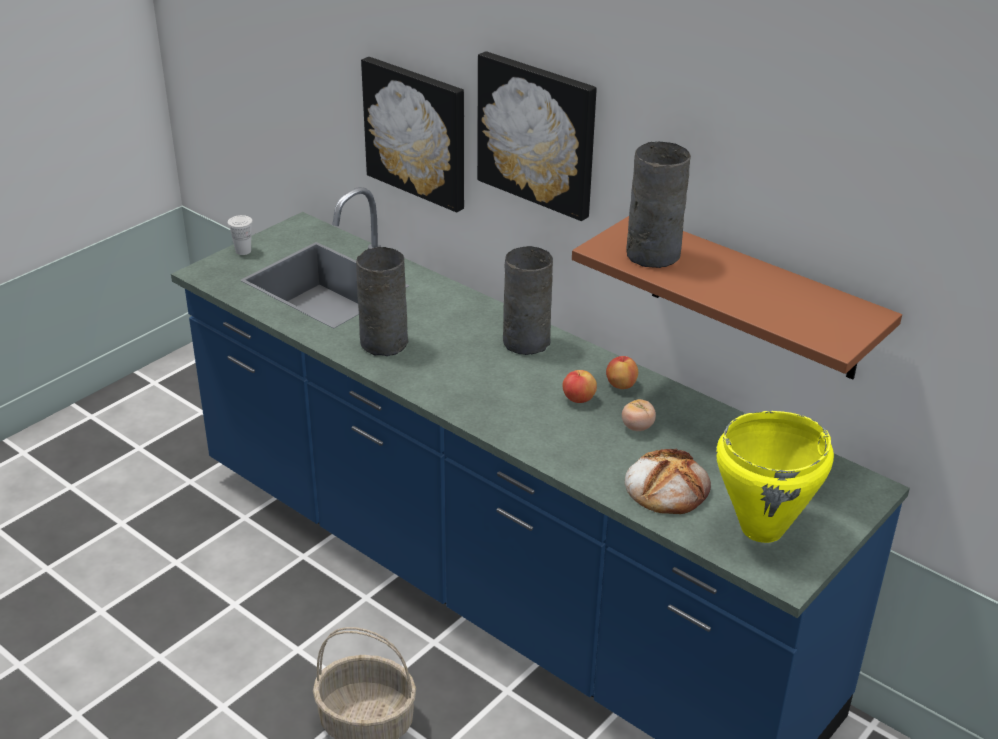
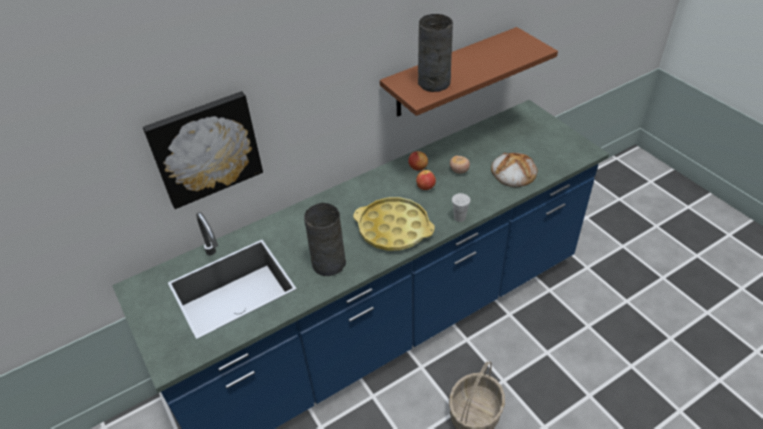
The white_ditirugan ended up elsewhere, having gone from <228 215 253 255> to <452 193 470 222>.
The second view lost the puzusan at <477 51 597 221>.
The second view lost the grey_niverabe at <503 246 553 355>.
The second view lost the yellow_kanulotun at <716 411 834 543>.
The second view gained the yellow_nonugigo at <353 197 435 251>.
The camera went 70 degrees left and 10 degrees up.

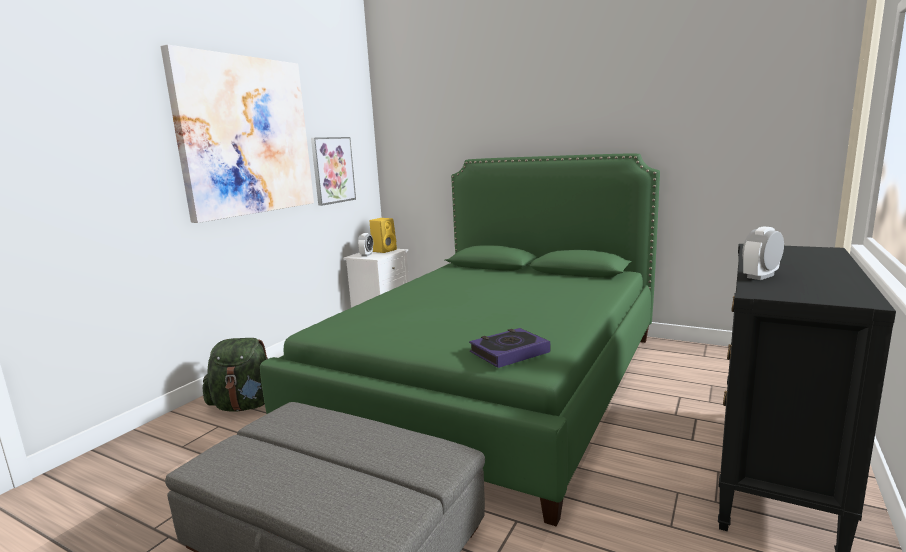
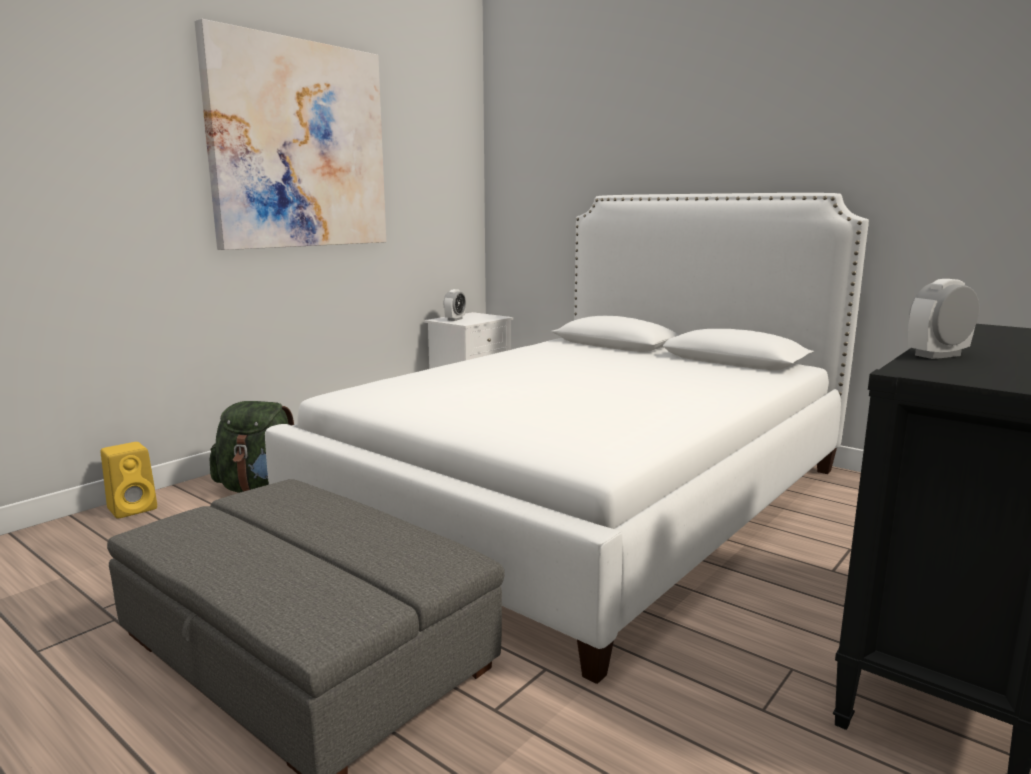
What was the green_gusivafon at <260 154 660 527> turned into the white_gusivafon at <265 193 869 684>.
The second view lost the puzusan at <311 137 356 206>.
The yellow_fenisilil ended up elsewhere, having gone from <370 218 397 253> to <101 442 157 518>.
The second view lost the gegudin at <469 328 551 368>.
The camera went 10 degrees right and 0 degrees up.

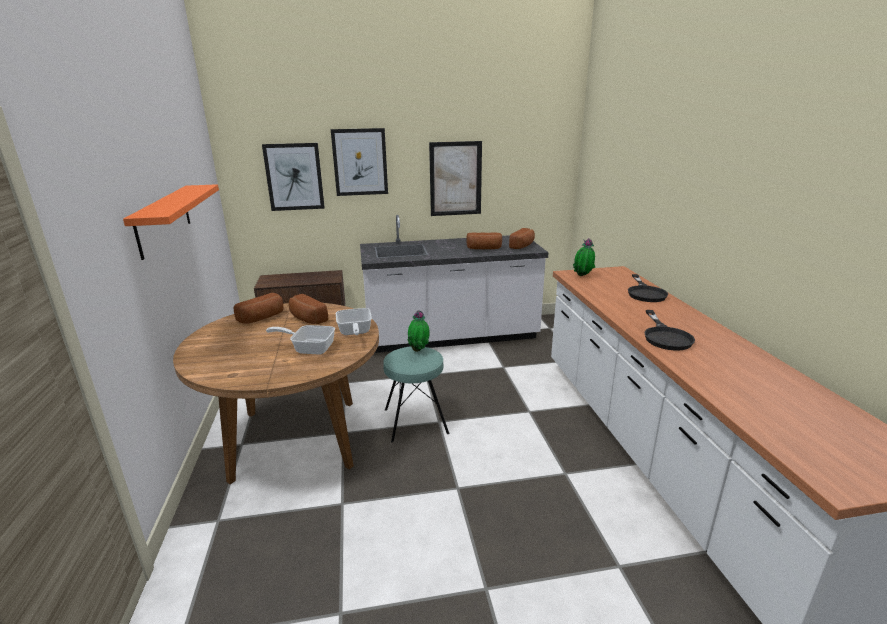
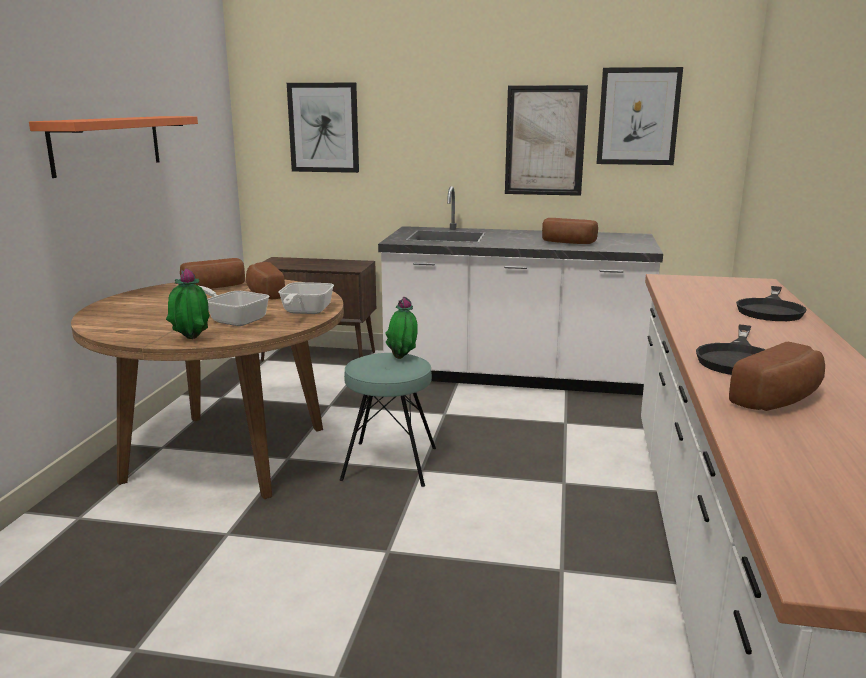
The puzusan ended up elsewhere, having gone from <331 128 388 196> to <596 67 683 165>.
The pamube ended up elsewhere, having gone from <509 228 535 249> to <729 342 825 411>.
The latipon ended up elsewhere, having gone from <573 238 595 276> to <166 269 210 339>.
The camera went 20 degrees right and 5 degrees down.

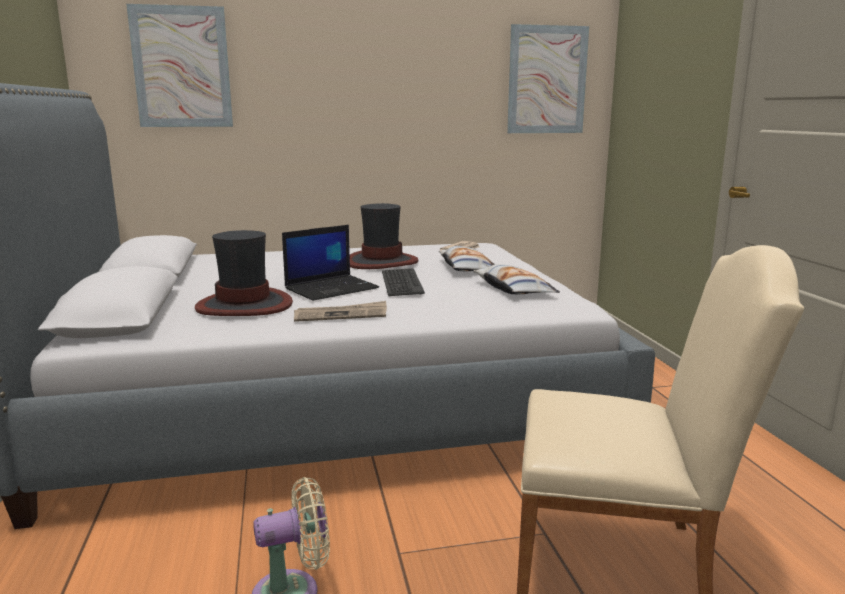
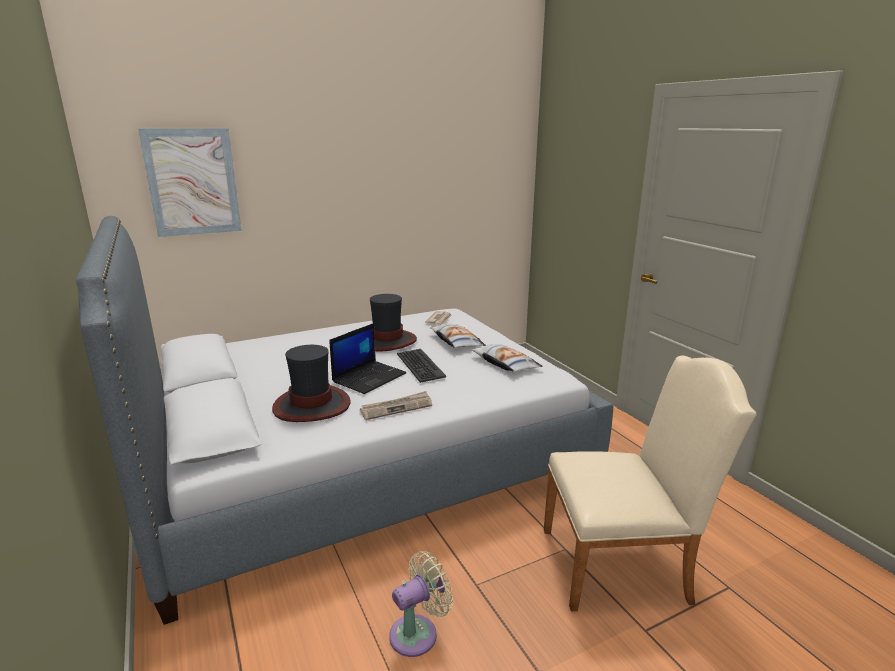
The second view lost the puzusan at <507 24 589 133>.
The camera went 15 degrees left and 5 degrees up.

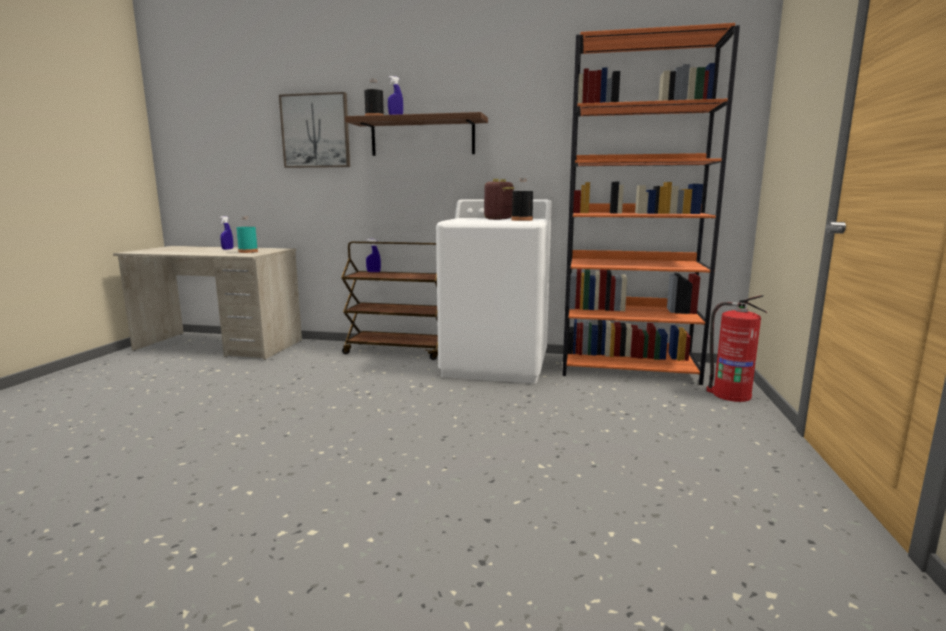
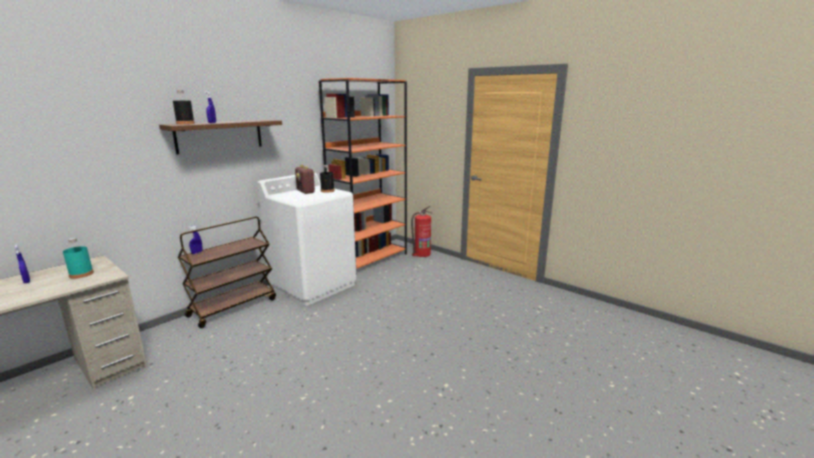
The second view lost the puzusan at <279 92 350 168>.
The camera went 60 degrees left and 5 degrees up.

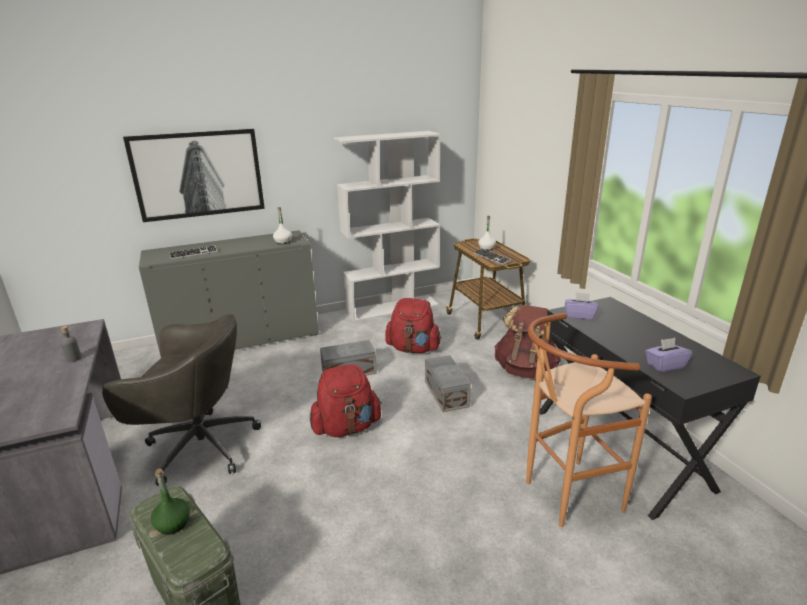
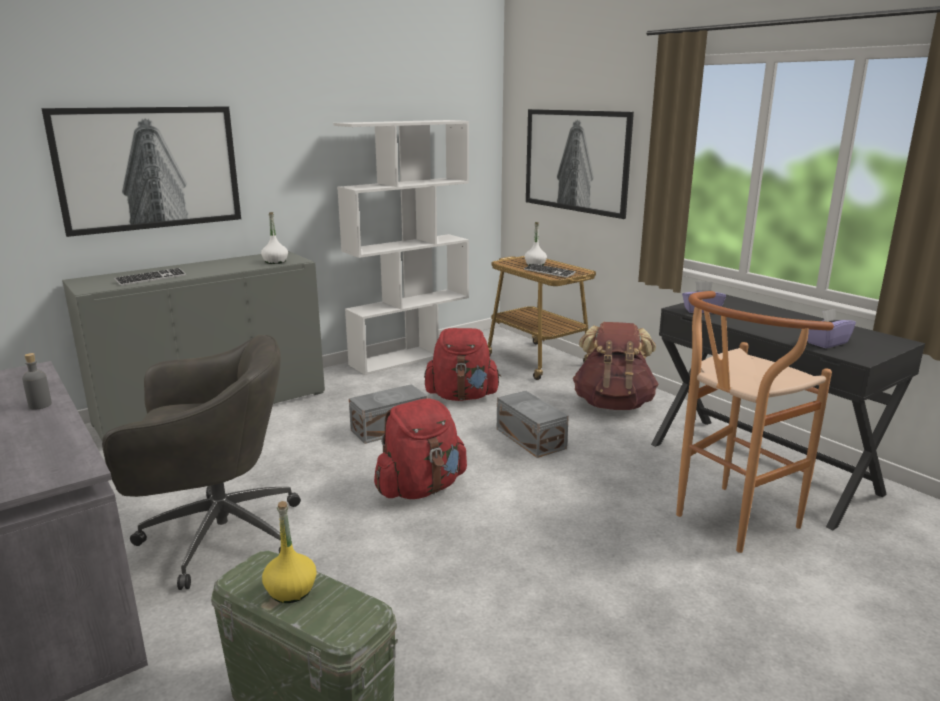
What was the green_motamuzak at <151 469 190 535> turned into the yellow_motamuzak at <262 501 317 603>.
The second view gained the puzusan at <526 109 634 219>.
The camera went 15 degrees left and 5 degrees down.

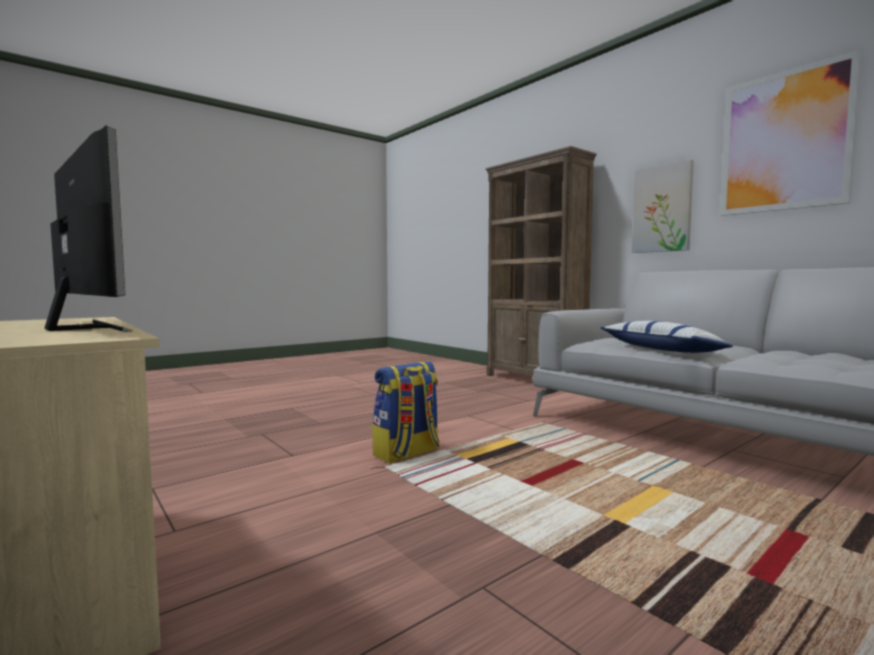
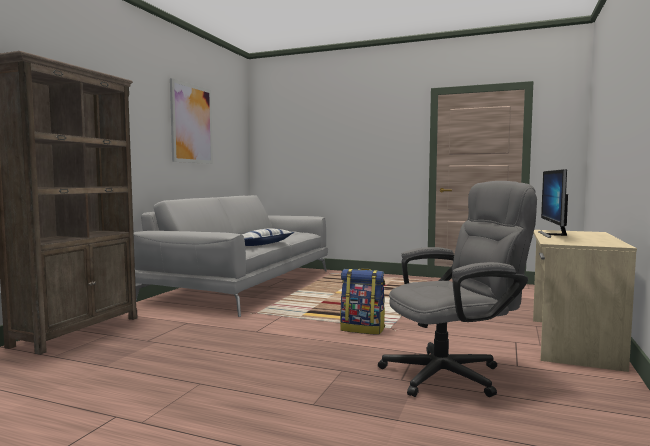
The second view lost the puzusan at <632 160 694 253>.
The second view gained the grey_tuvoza at <378 181 537 397>.
The camera went 120 degrees left and 0 degrees up.

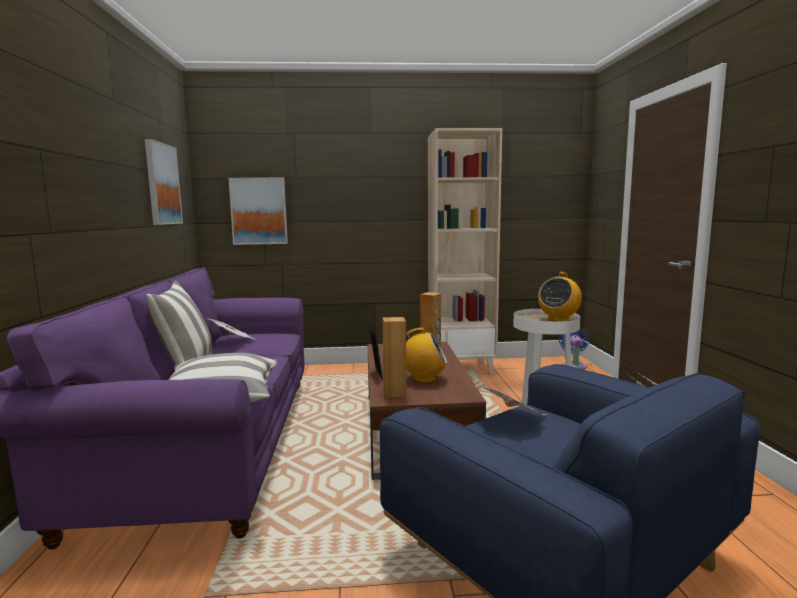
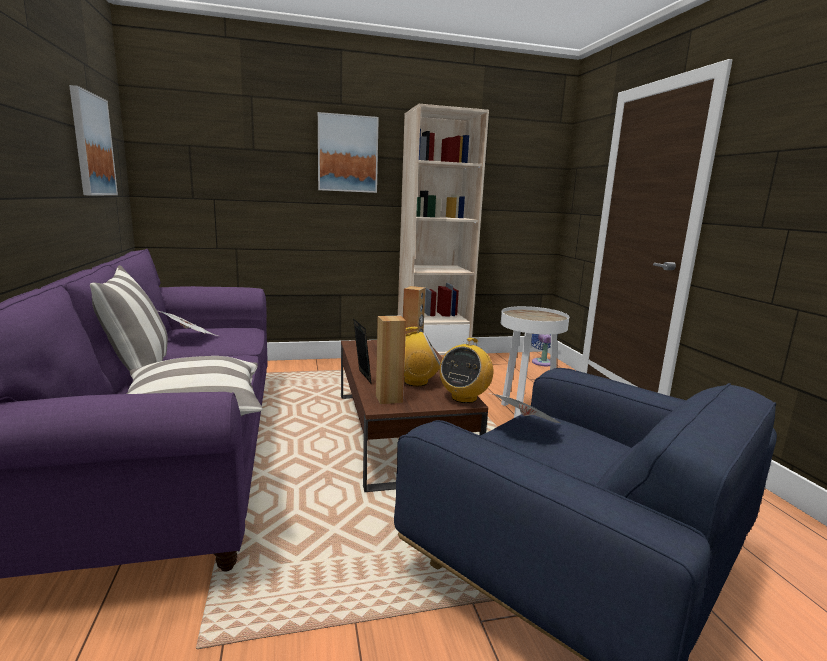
The puzusan ended up elsewhere, having gone from <228 177 288 245> to <318 112 379 193>.
The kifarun ended up elsewhere, having gone from <538 272 582 322> to <439 338 493 403>.
The camera went 10 degrees left and 5 degrees up.

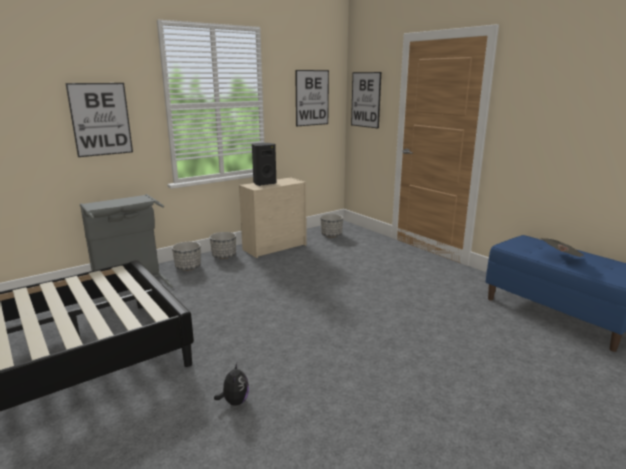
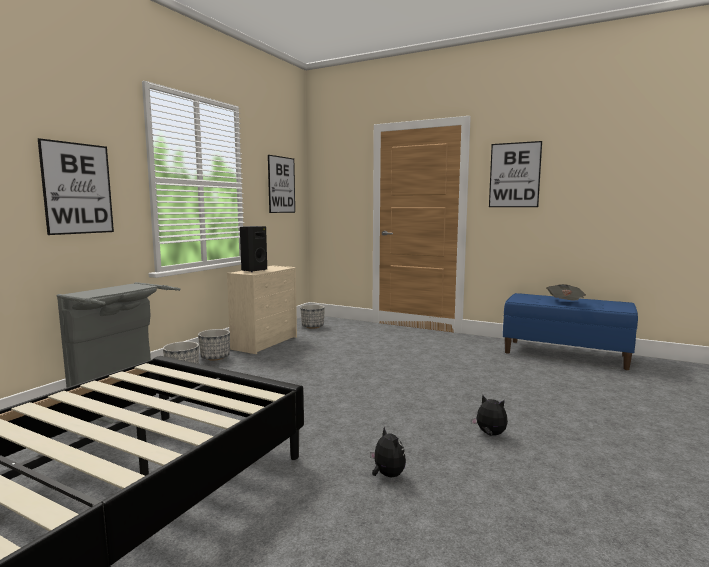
The puzusan ended up elsewhere, having gone from <351 72 381 129> to <489 141 542 207>.
The second view gained the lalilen at <471 394 508 436>.
The camera went 25 degrees left and 10 degrees down.

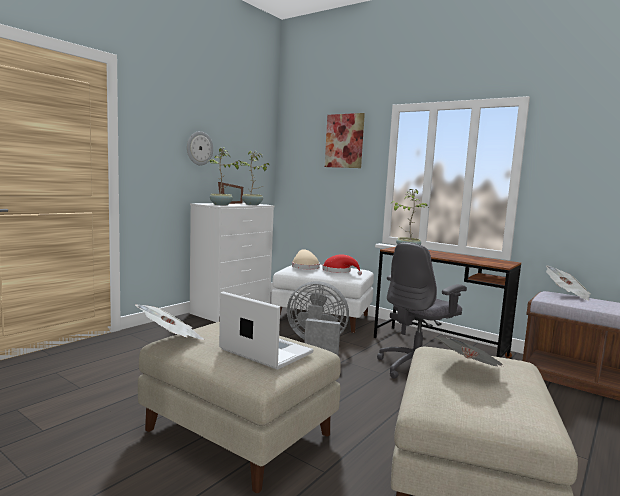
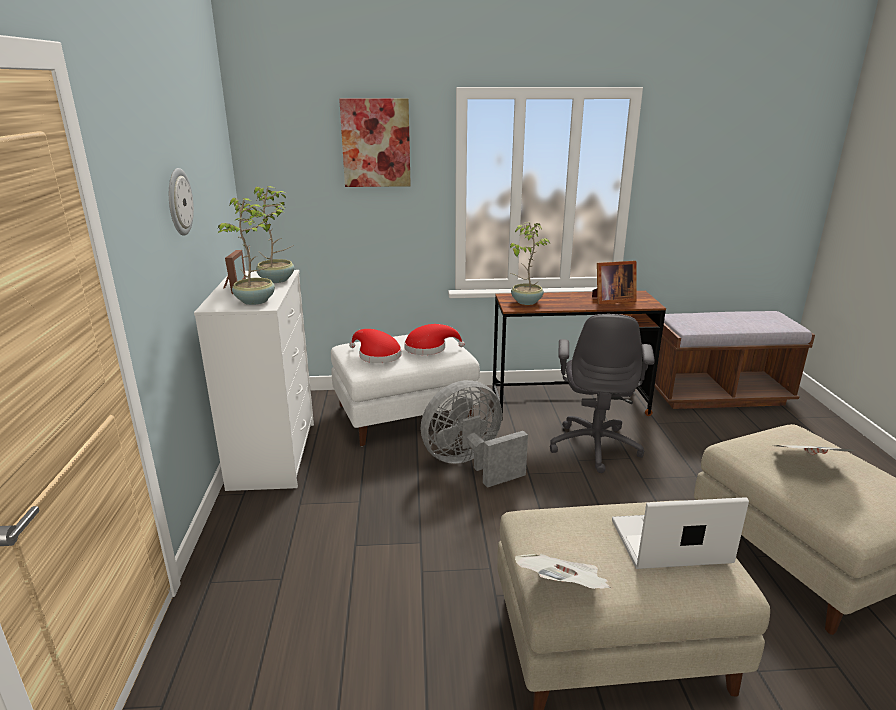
What was the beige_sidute at <292 249 320 269> turned into the red_sidute at <349 329 401 363>.
The second view lost the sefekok at <546 266 591 300>.
The second view gained the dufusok at <592 261 637 304>.
The camera went 40 degrees left and 15 degrees up.

